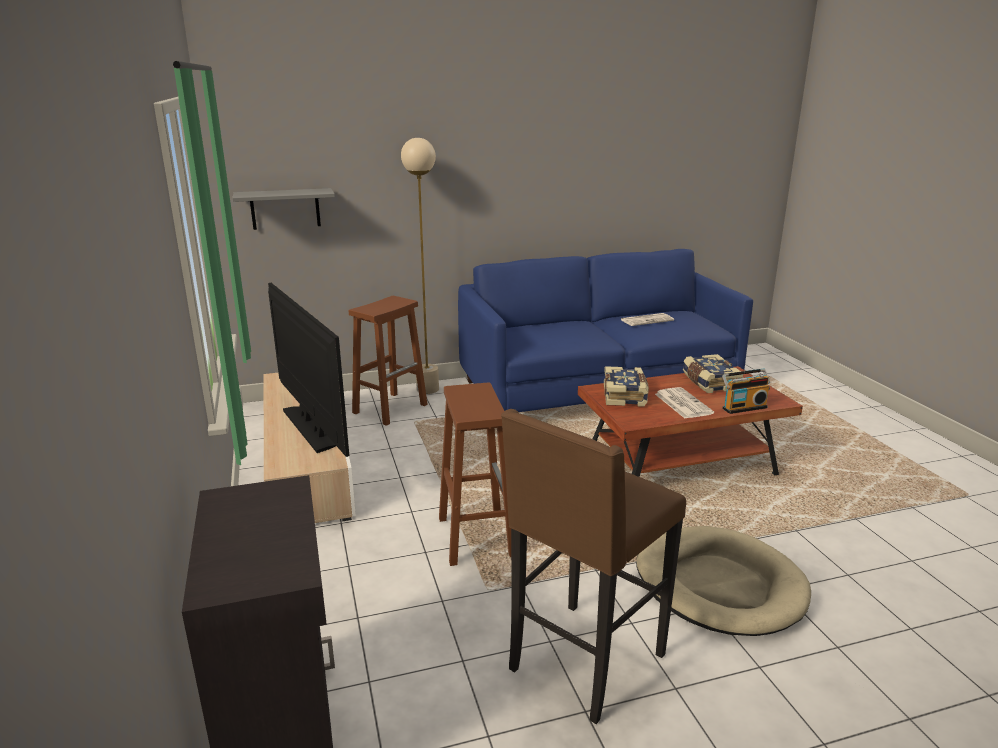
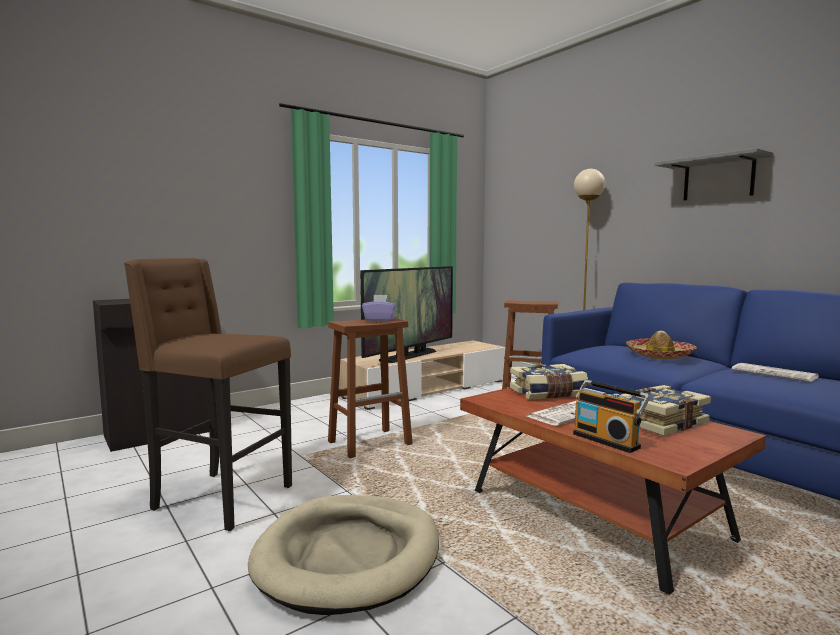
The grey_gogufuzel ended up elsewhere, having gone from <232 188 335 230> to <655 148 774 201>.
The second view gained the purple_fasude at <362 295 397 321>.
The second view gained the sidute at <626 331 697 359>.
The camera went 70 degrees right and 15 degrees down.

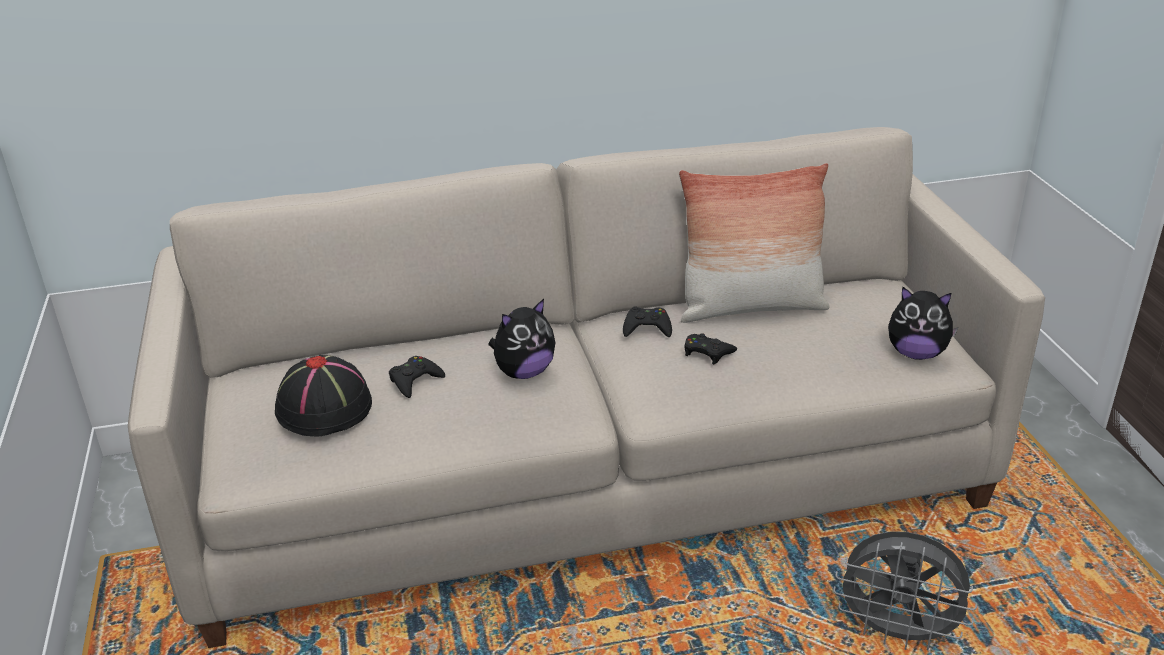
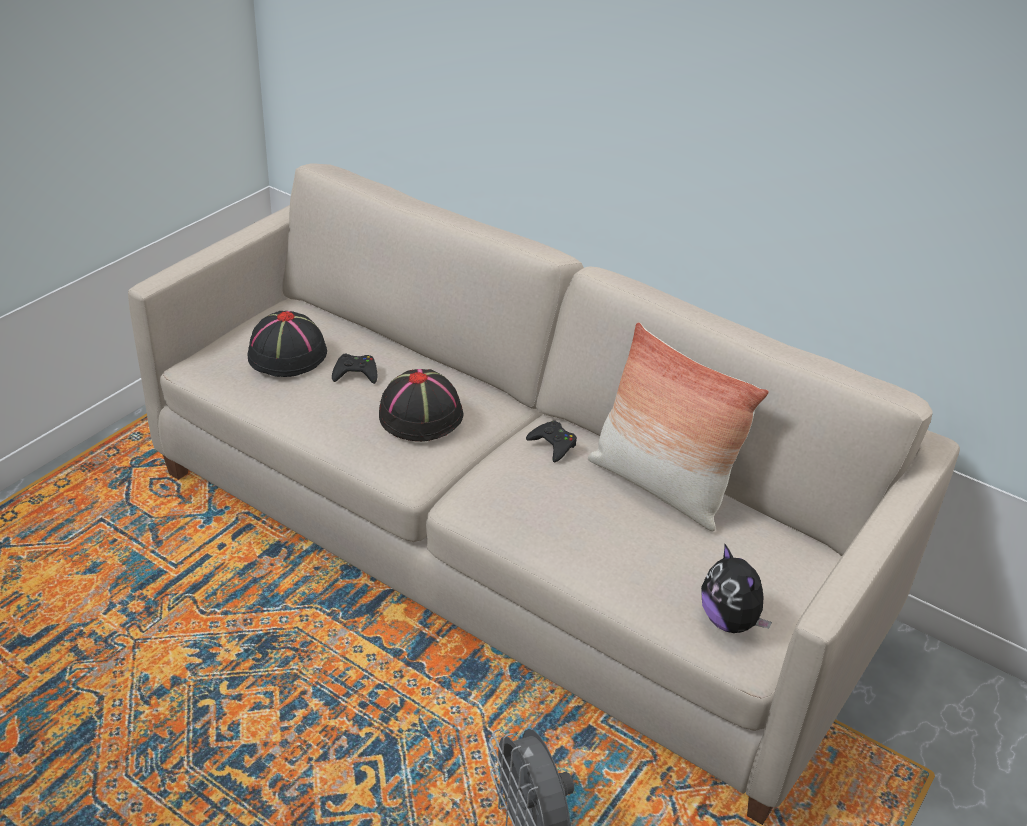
Where the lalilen stood at <488 299 555 379>, the black_sidute came to stand at <379 369 464 442>.
The second view lost the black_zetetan at <684 333 737 364>.
The camera went 45 degrees right and 5 degrees up.

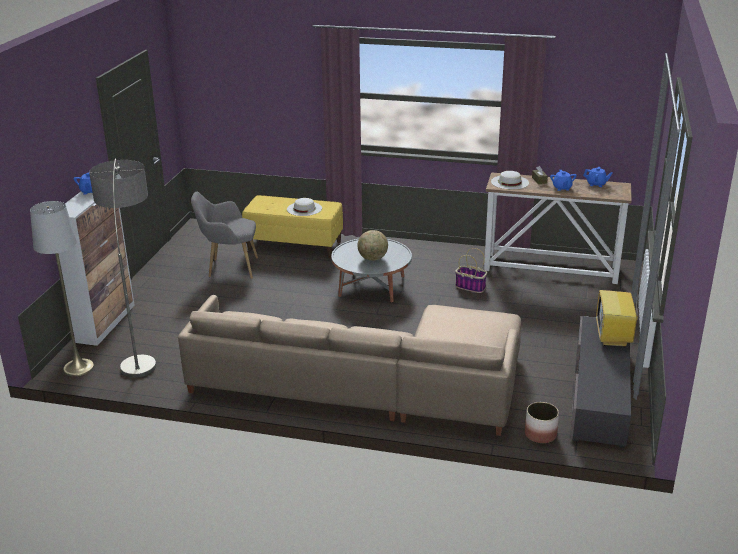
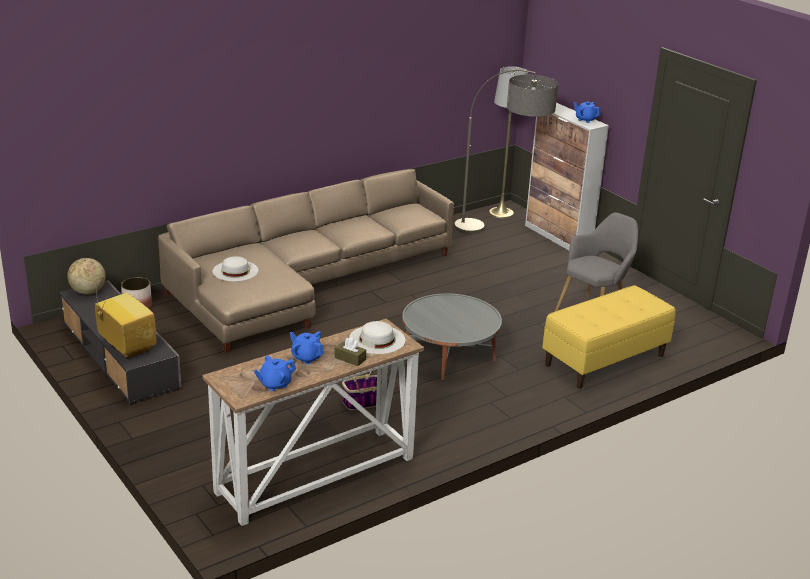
The white_sidute ended up elsewhere, having gone from <287 198 322 216> to <212 256 258 281>.
The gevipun ended up elsewhere, having gone from <357 230 388 261> to <67 258 106 295>.
The camera went 130 degrees right and 0 degrees up.

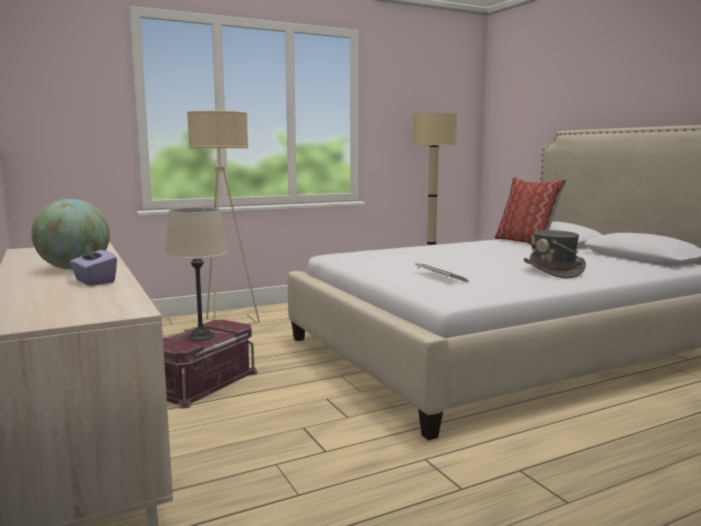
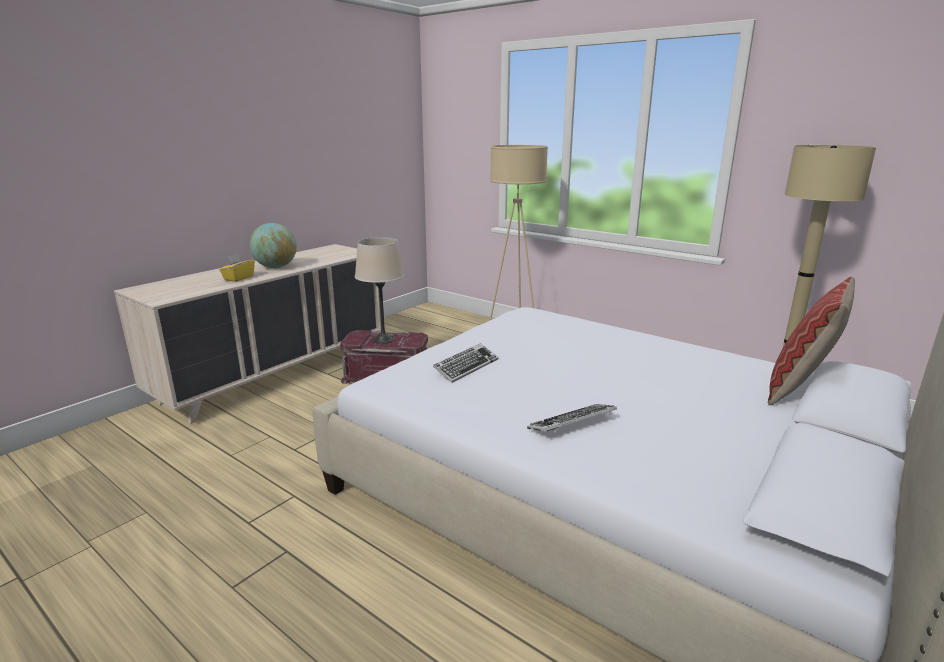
What was the purple_fasude at <70 243 117 286> turned into the yellow_fasude at <219 254 255 282>.
Where the grey_sidute stood at <523 230 586 278>, the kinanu came to stand at <527 404 617 433>.
The camera went 65 degrees right and 10 degrees up.

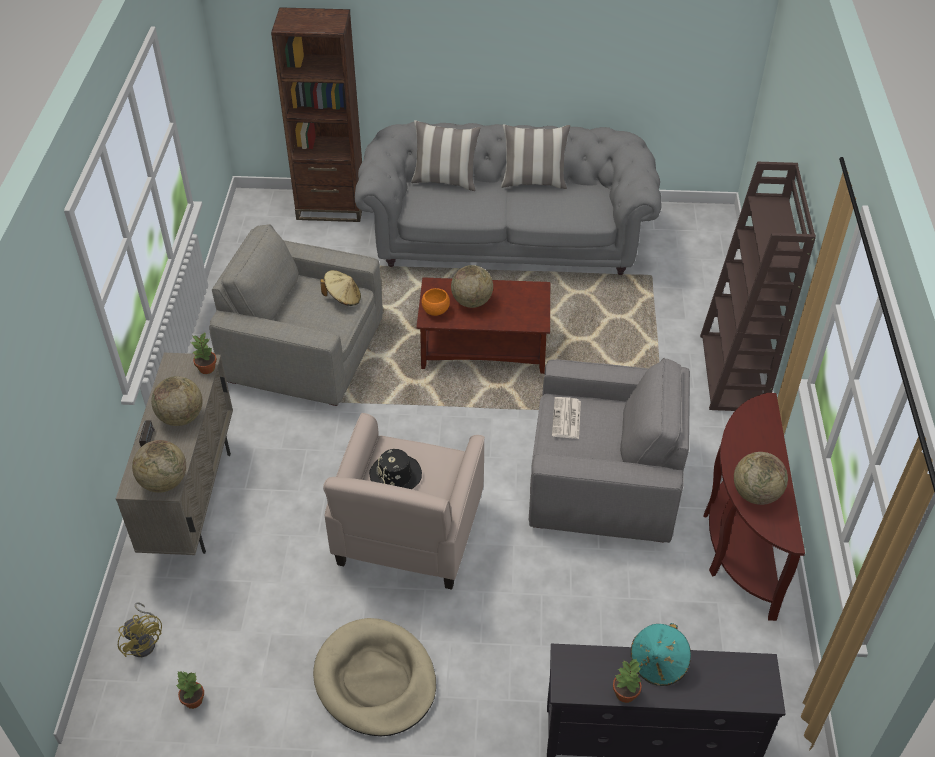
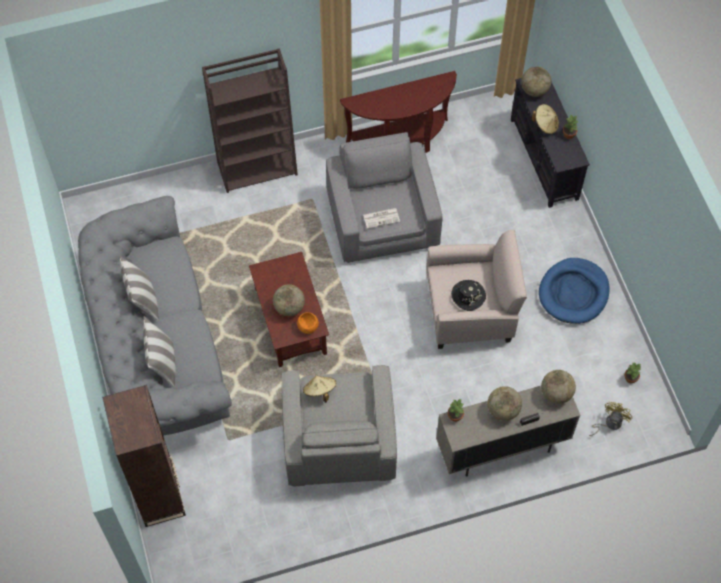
What was the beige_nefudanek at <313 618 436 736> turned into the blue_nefudanek at <539 258 610 324>.
What was the turquoise_sidute at <631 623 691 686> turned into the beige_sidute at <532 104 559 135>.
The gevipun ended up elsewhere, having gone from <734 452 788 505> to <521 67 551 97>.
The camera went 110 degrees left and 15 degrees up.

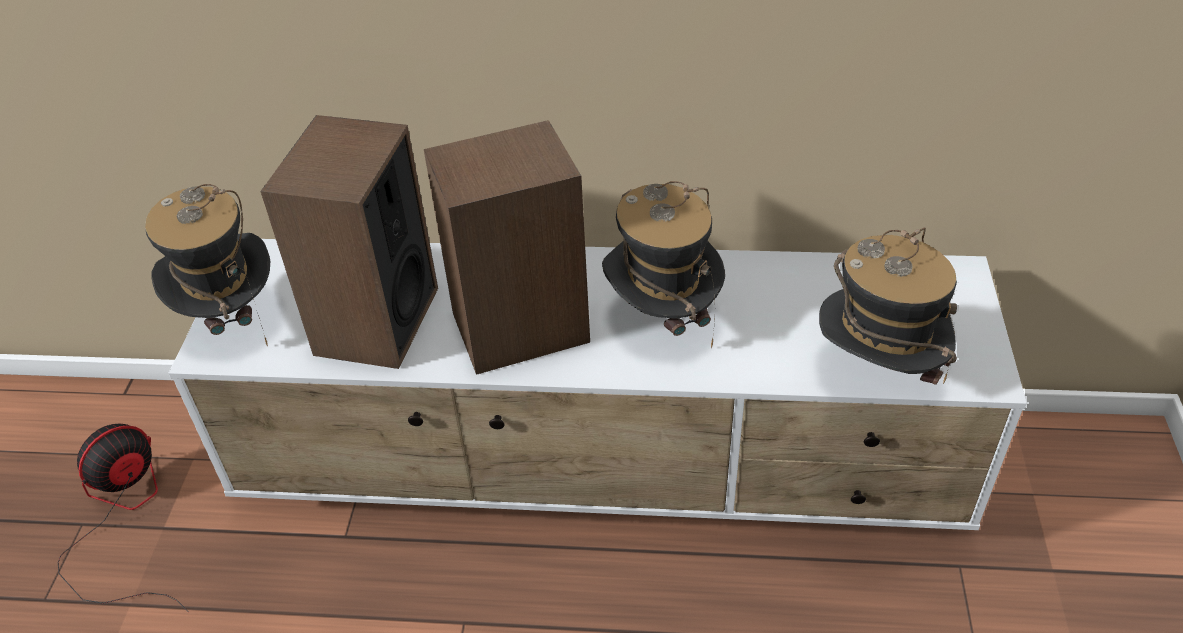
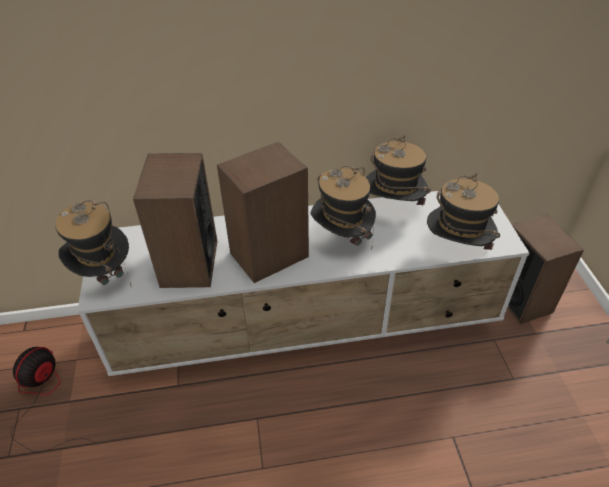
The second view gained the sidute at <366 134 431 206>.
The second view gained the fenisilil at <507 214 584 324>.
The camera went 15 degrees left and 0 degrees up.

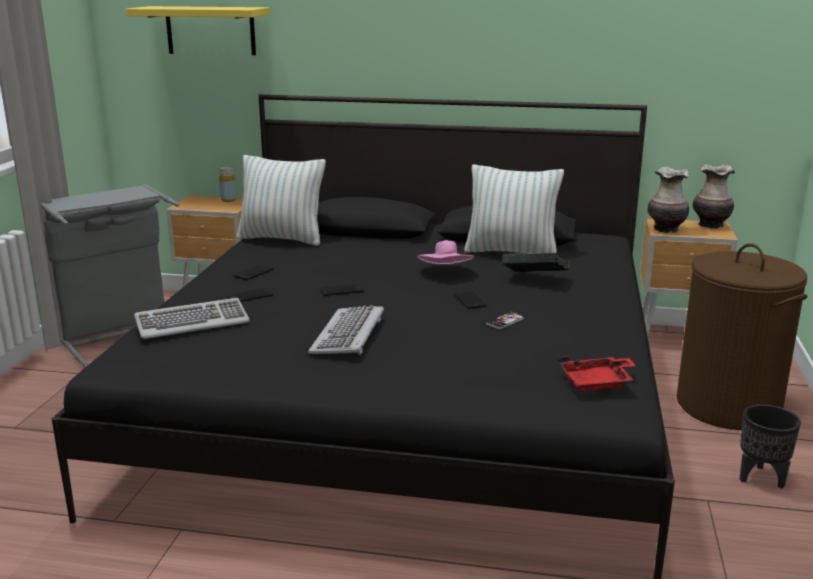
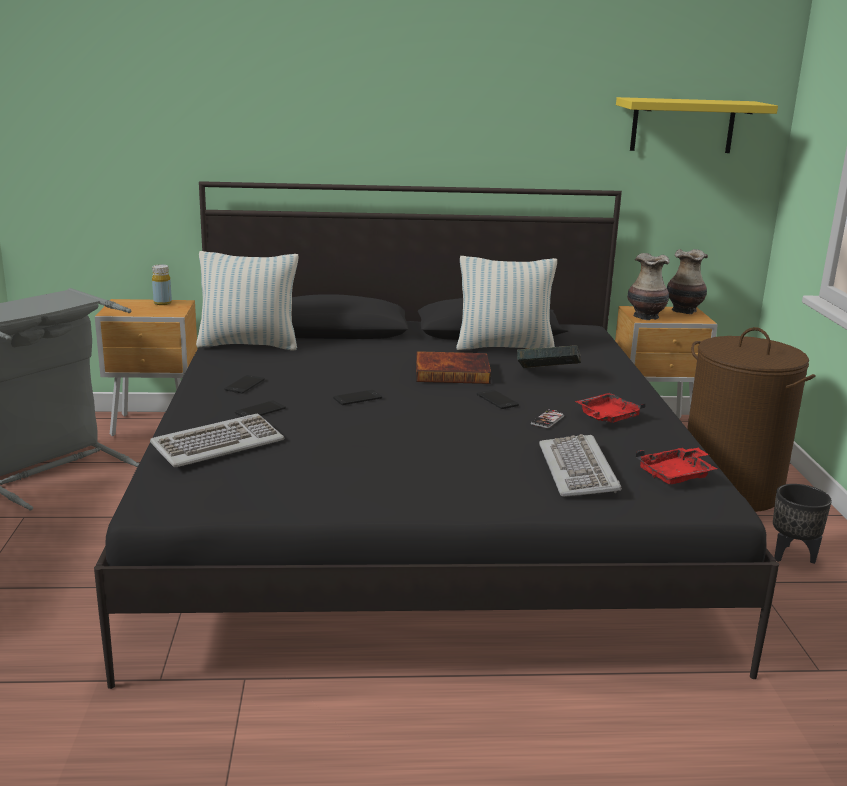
The yellow_gogufuzel ended up elsewhere, having gone from <125 6 270 55> to <616 97 778 153>.
The kinanu ended up elsewhere, having gone from <308 305 384 355> to <539 434 622 497>.
Where the pink_sidute stood at <417 240 474 264>, the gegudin came to stand at <416 351 491 384>.
The second view gained the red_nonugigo at <575 393 646 423>.
The camera went 15 degrees left and 0 degrees up.

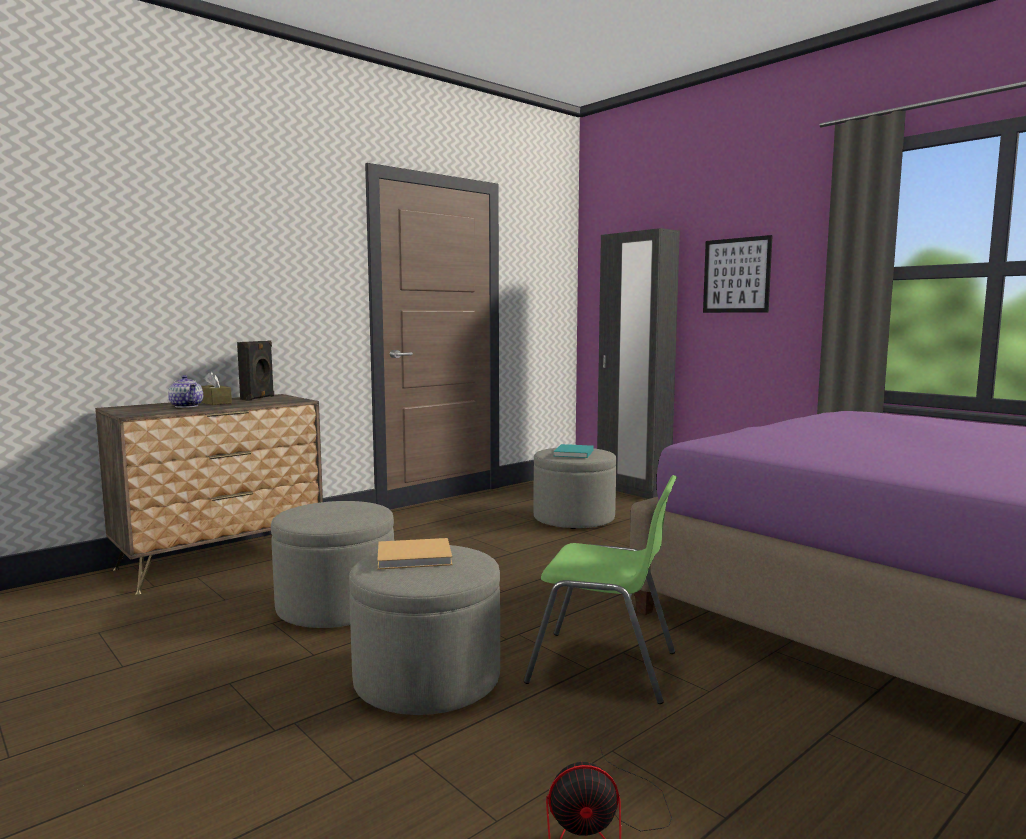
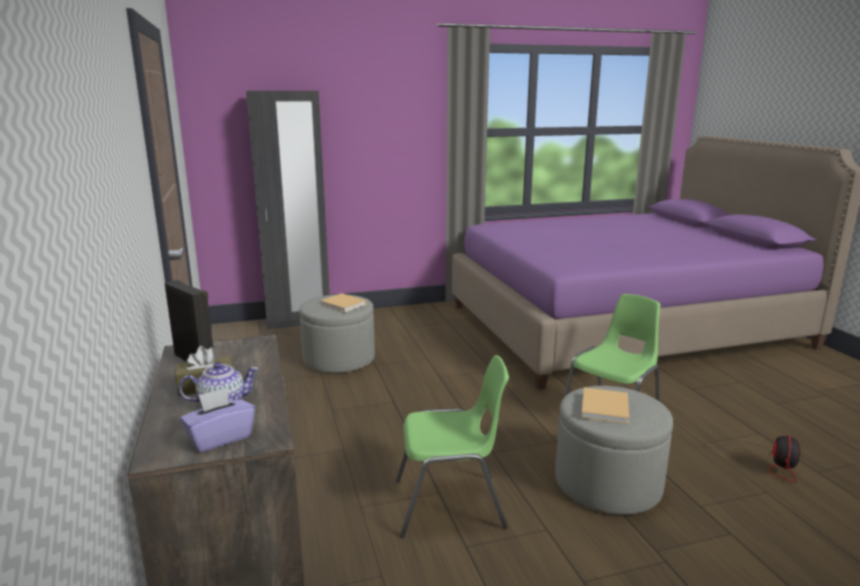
Where the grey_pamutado stood at <271 501 394 628>, the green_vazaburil came to stand at <396 355 509 538>.
What was the turquoise_gegudin at <554 444 594 458> turned into the beige_gegudin at <320 293 367 313>.
The second view lost the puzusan at <703 235 773 313>.
The second view gained the purple_fasude at <180 388 255 452>.
The camera went 65 degrees left and 10 degrees up.

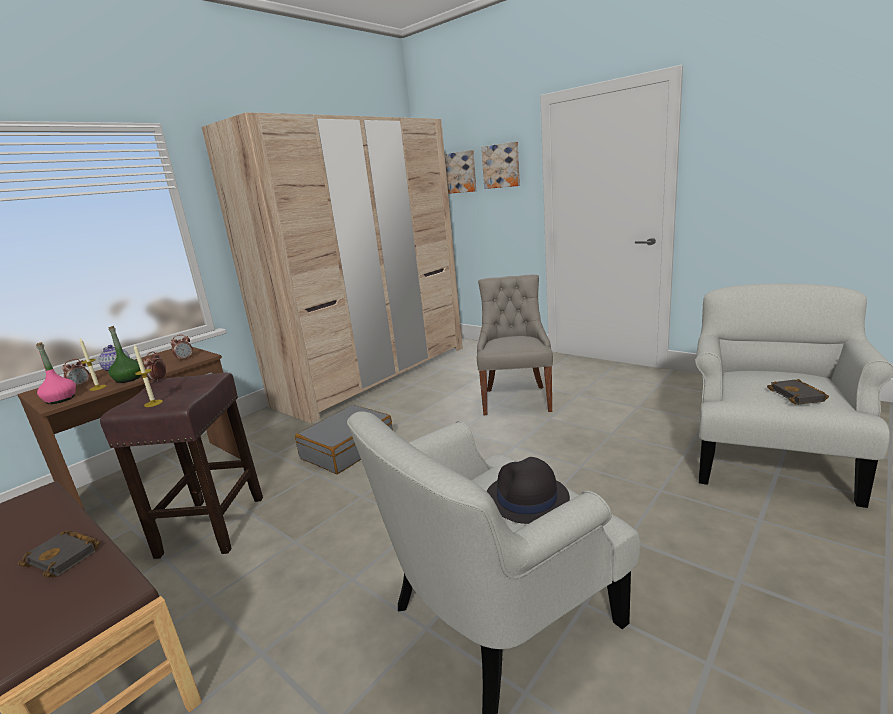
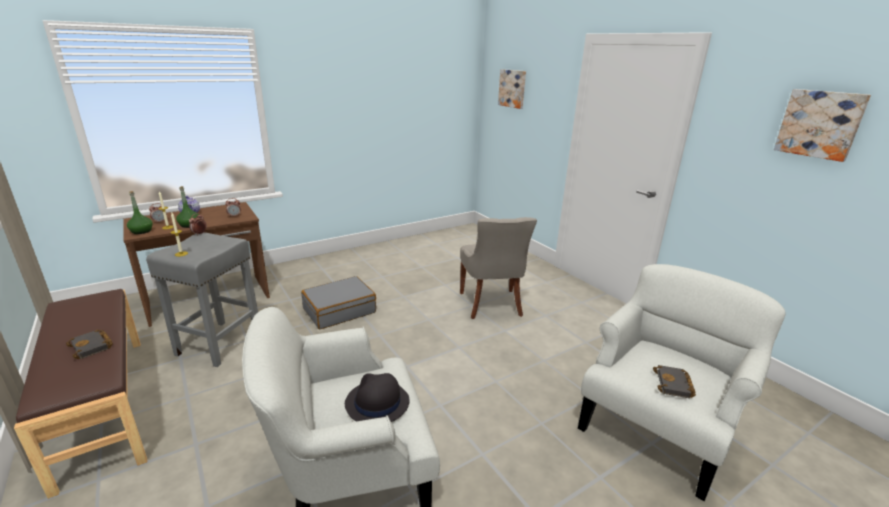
What was the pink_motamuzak at <36 342 76 404> turned into the green_motamuzak at <127 191 153 234>.
What was the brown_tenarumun at <100 373 263 559> turned into the grey_tenarumun at <146 232 258 367>.
The second view lost the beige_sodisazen at <202 112 463 423>.
The grey_vazaburil at <477 275 553 415> ended up facing another way, 150 degrees clockwise from before.
The puzusan ended up elsewhere, having gone from <481 142 520 189> to <774 89 871 162>.
The camera went 15 degrees right and 5 degrees up.

